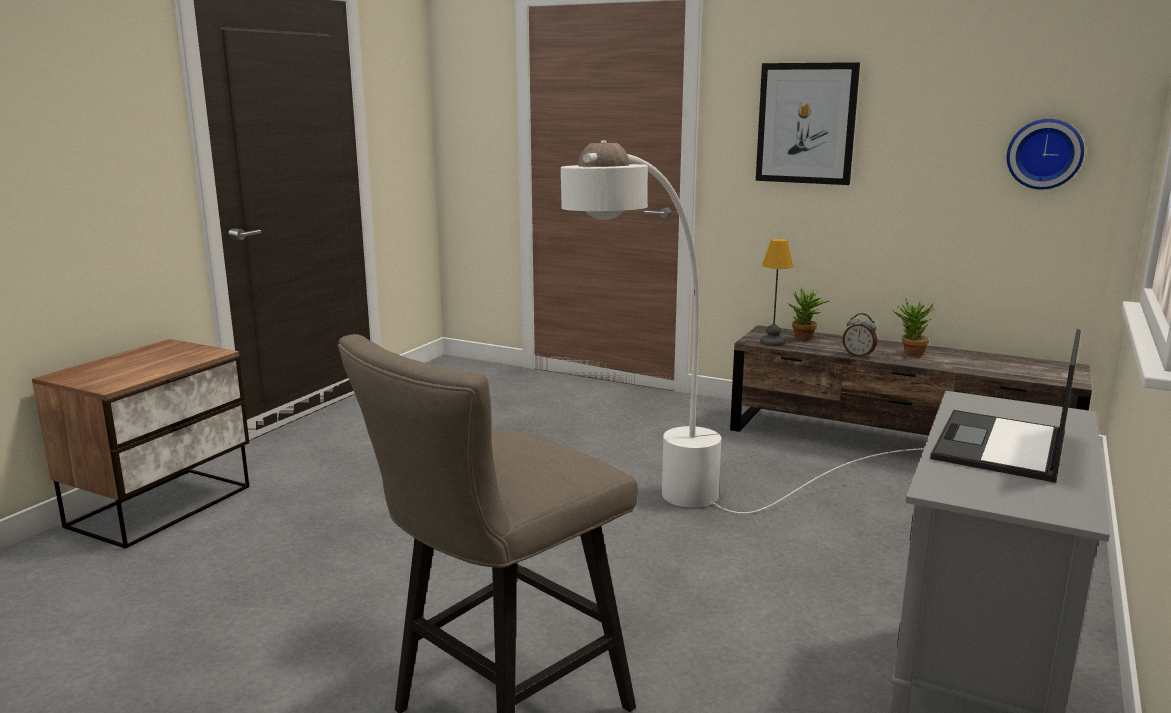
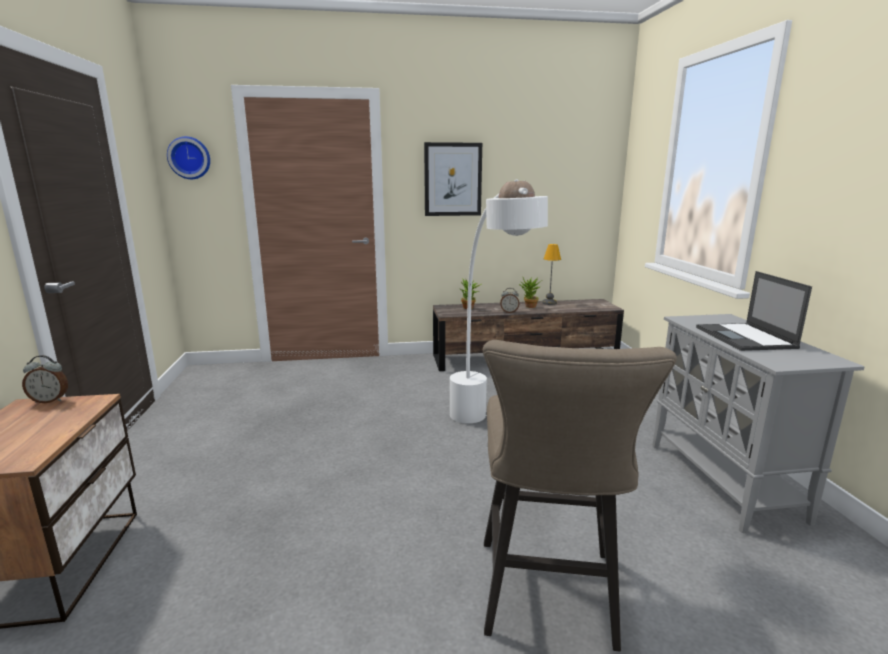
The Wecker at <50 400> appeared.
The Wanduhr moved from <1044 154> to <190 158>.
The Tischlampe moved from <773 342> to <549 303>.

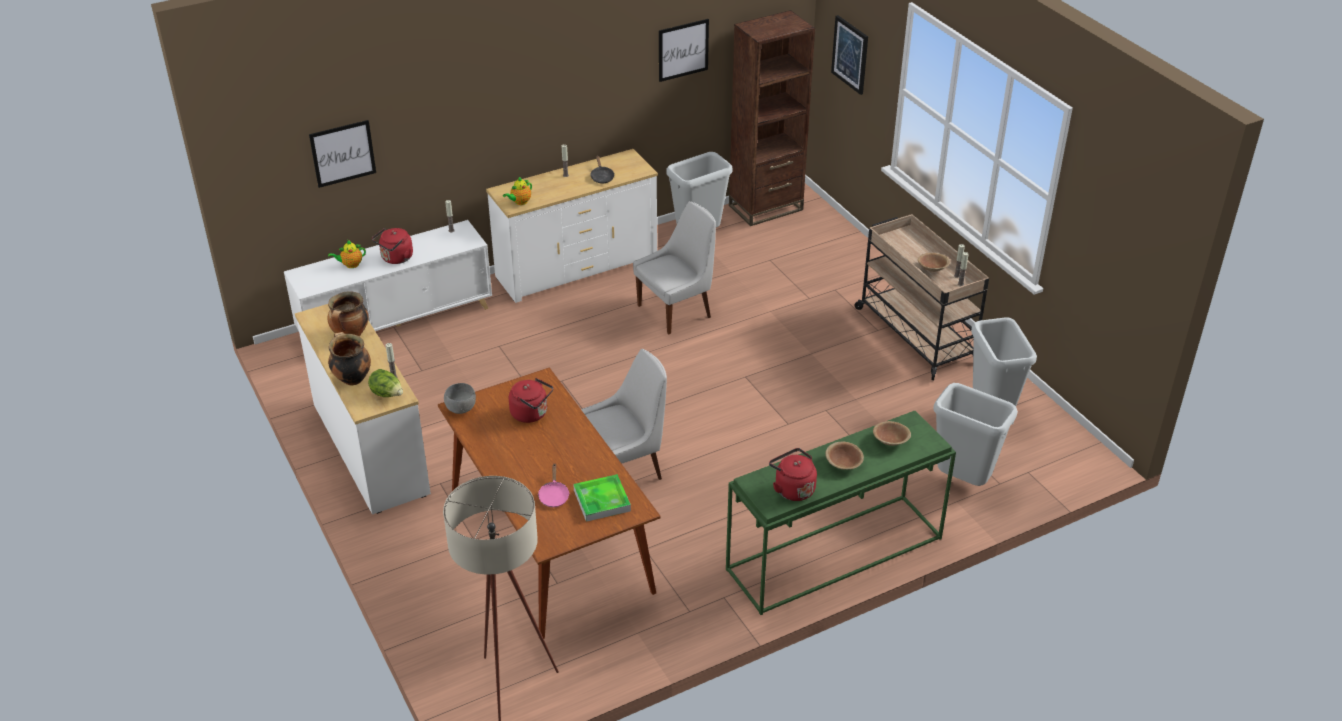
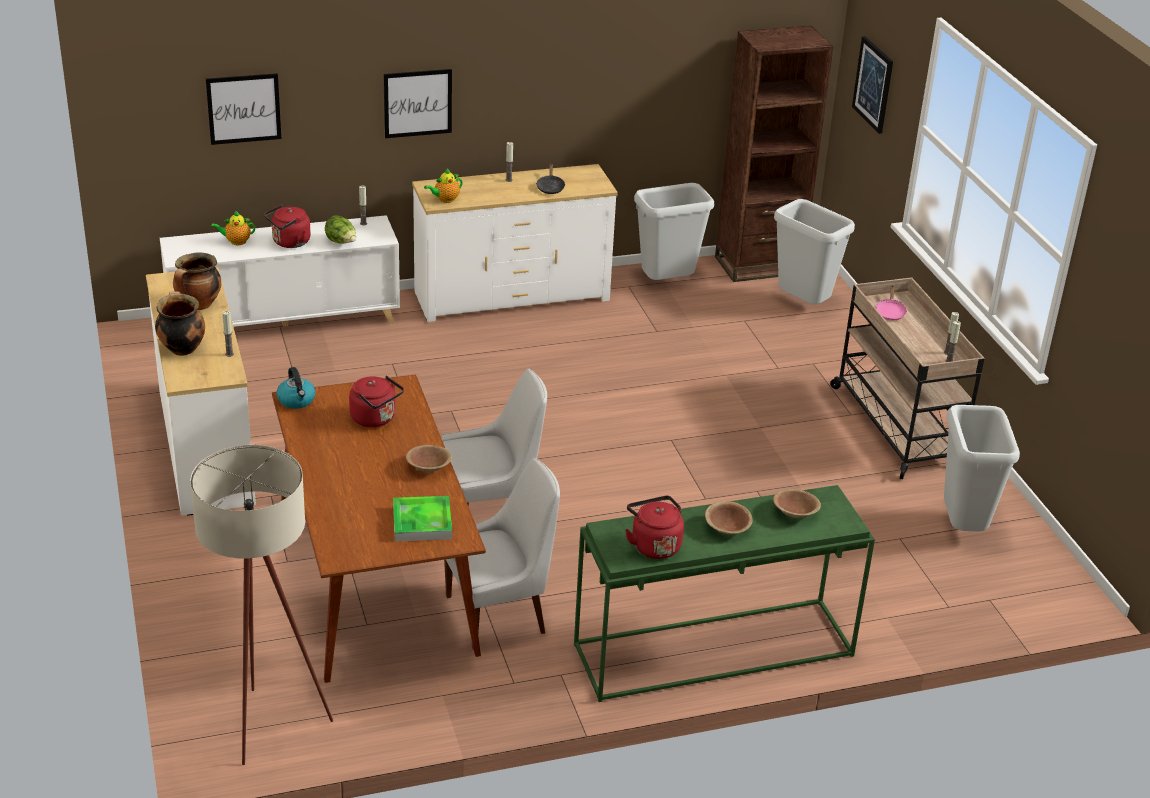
The Schüssel (grau) at <461 408> was replaced by the Wasserkessel at <296 400>.
The Salatkopf moved from <387 394> to <341 242>.
The Bild moved from <683 50> to <417 103>.
The Schüssel (braun) moved from <932 268> to <428 467>.
The Stuhl (weiß) moved from <677 310> to <500 614>.
The Mülleimer (grau) moved from <963 481> to <803 305>.
The Pfanne (rosa) moved from <554 495> to <890 312>.

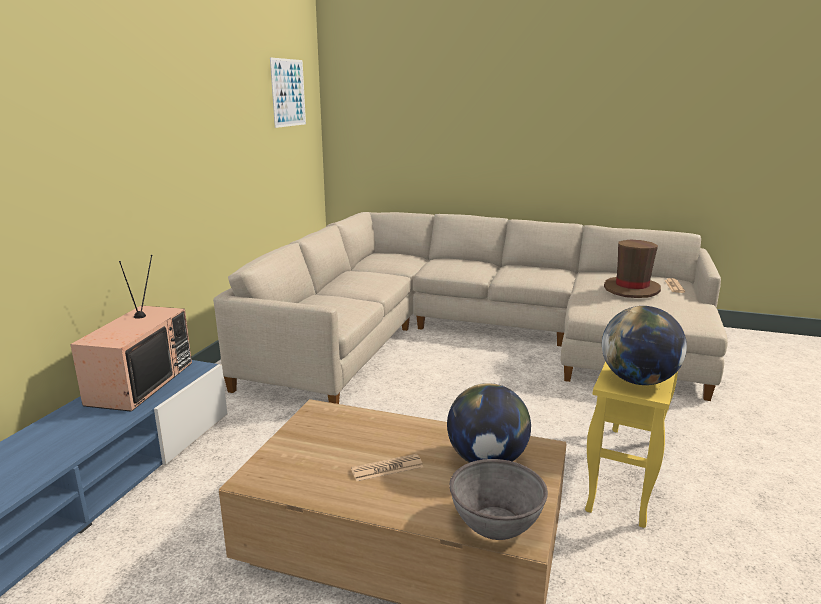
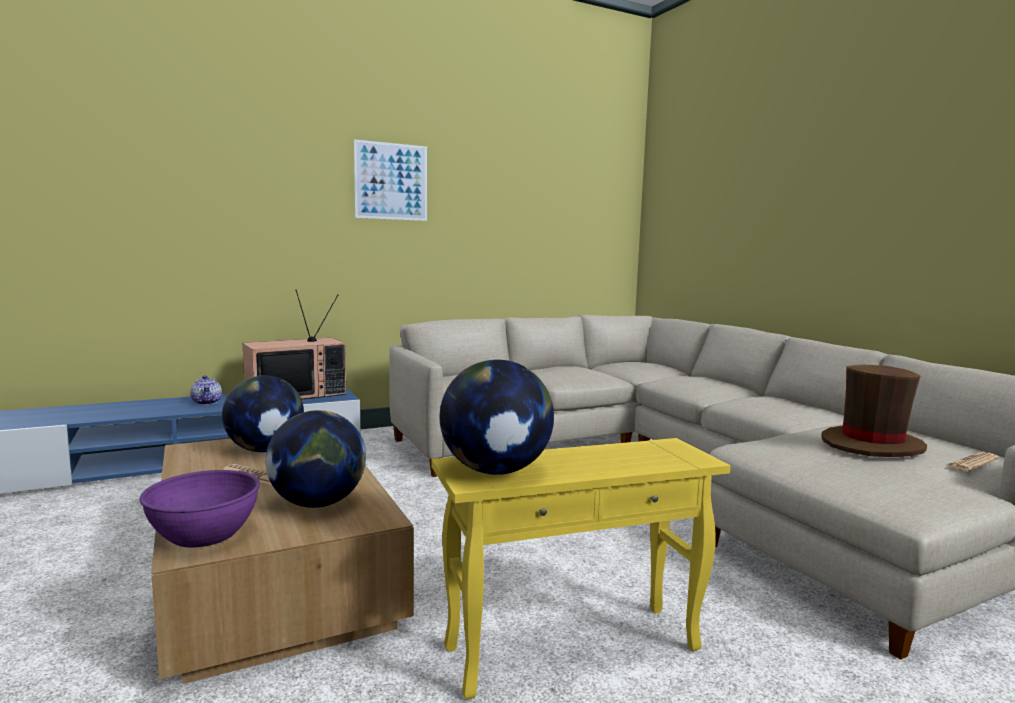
The Schüssel (grau) at <496 522> became the Schüssel (lila) at <204 534>.
The Teekanne at <207 402> appeared.
The Globus at <265 450> appeared.
The Bild moved from <288 93> to <391 181>.

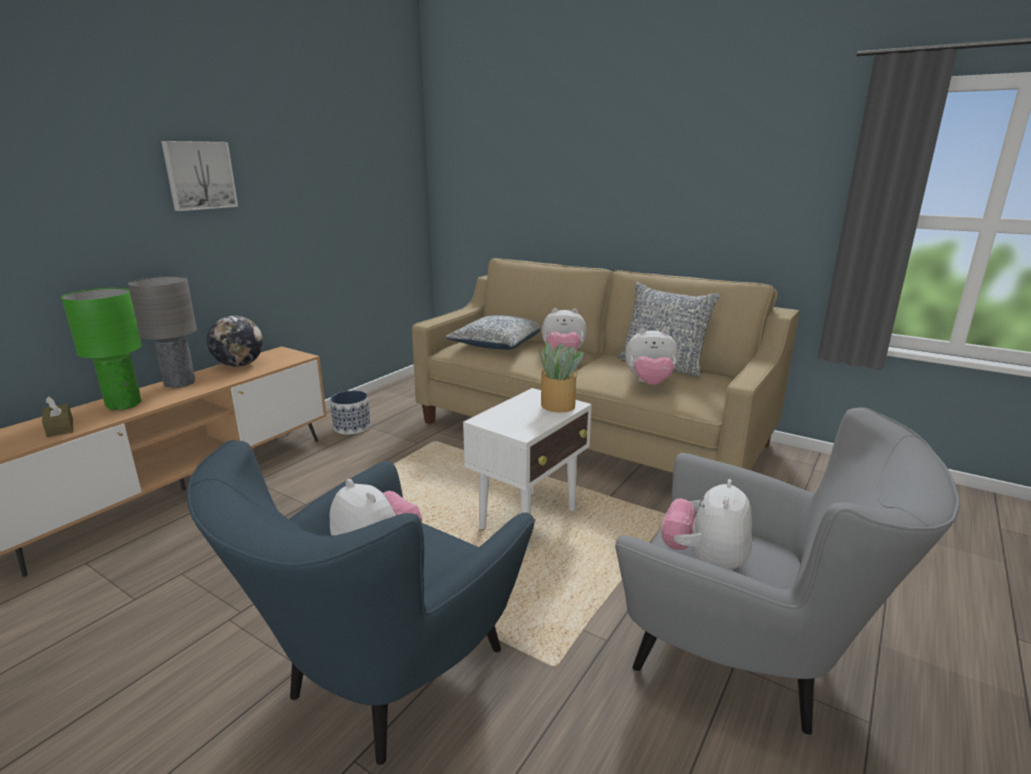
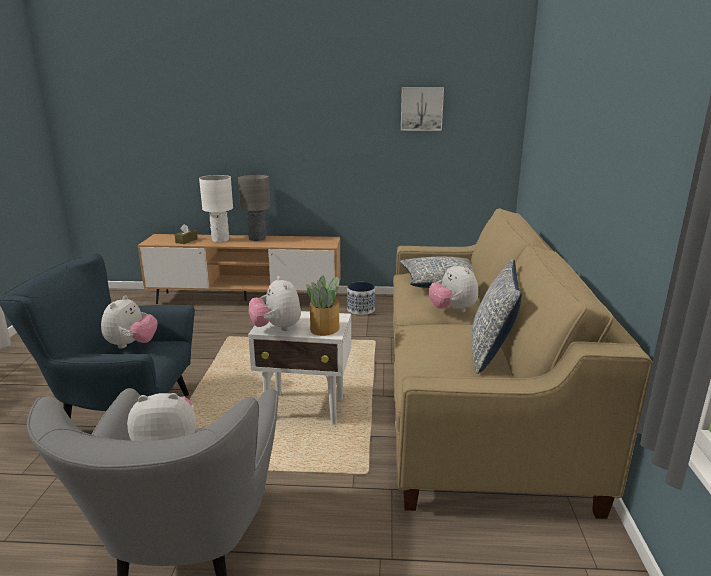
The Tischlampe (grün) at <124 404> became the Tischlampe (weiß) at <220 240>.
The Plüschtier moved from <649 383> to <277 328>.
The Bild moved from <199 175> to <421 108>.
The Globus at <239 365> disappeared.

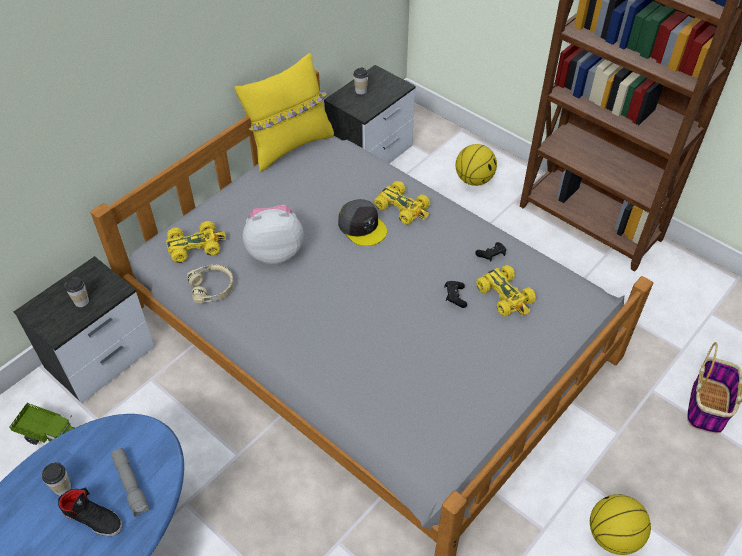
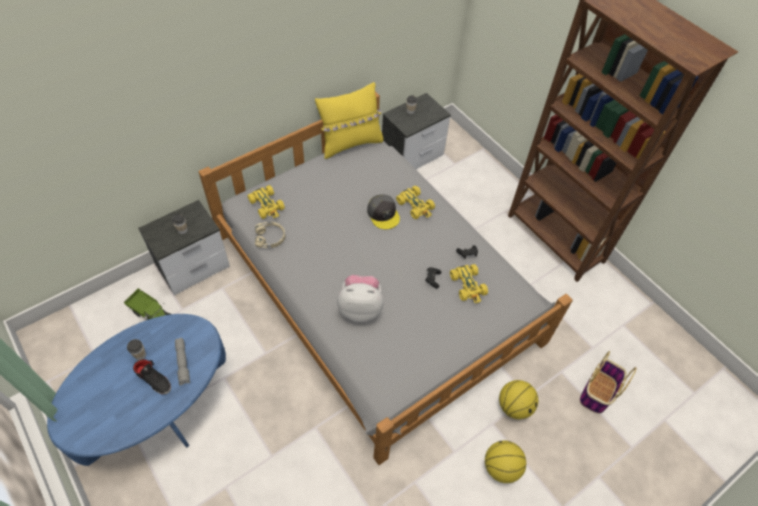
The Spielzeugauto (gelb) at <195 246> turned 60 degrees clockwise.
The Plüschtier moved from <275 251> to <360 308>.
The Basketball moved from <474 179> to <514 406>.

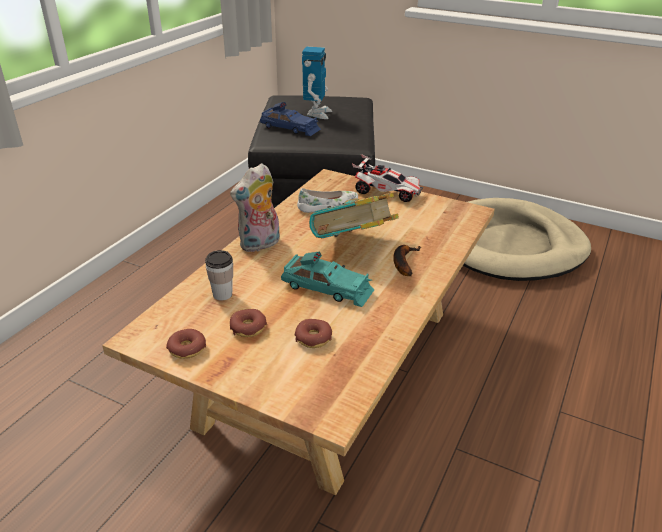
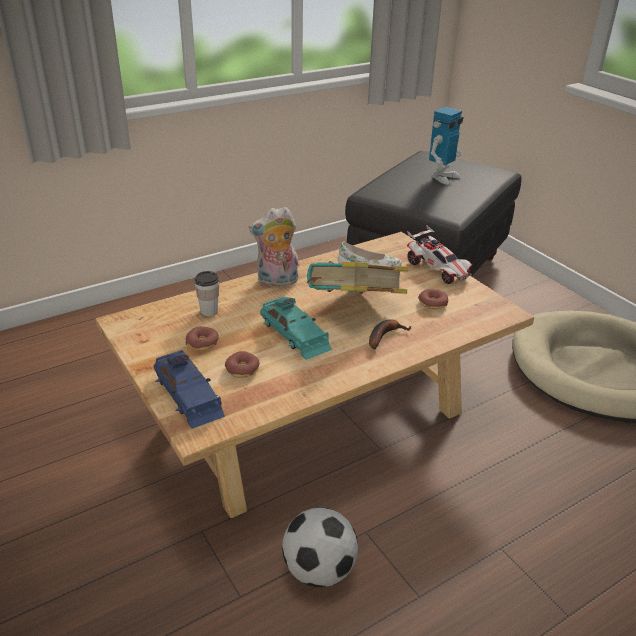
The Spielzeugauto (blau) moved from <290 128> to <188 395>.
The Fußball at <319 569> appeared.
The Donut moved from <187 349> to <432 303>.

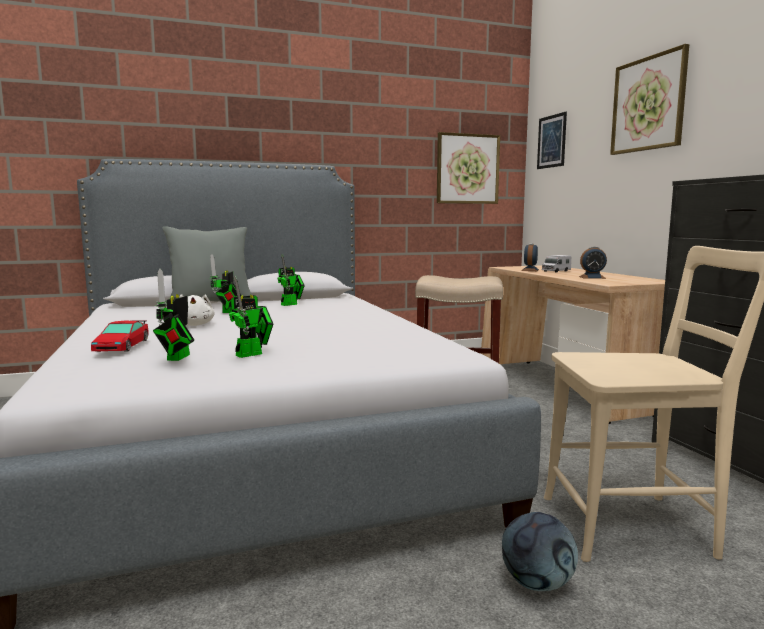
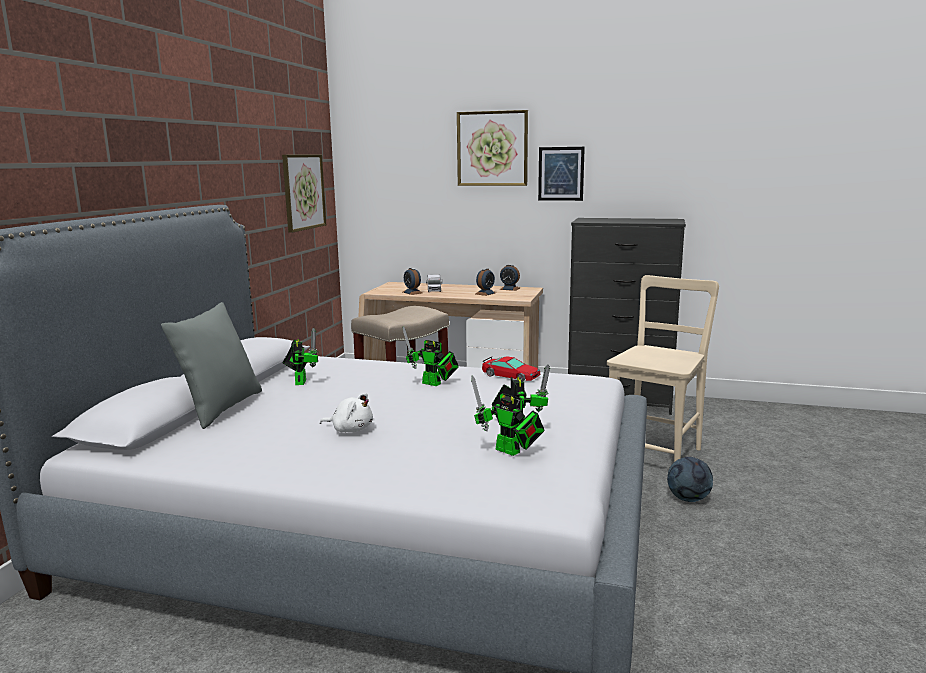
The Spielzeugroboter moved from <227 312> to <434 384>.
The Spielzeugauto moved from <121 346> to <510 376>.
The Wecker at <509 289> appeared.
The Bild moved from <551 141> to <561 173>.

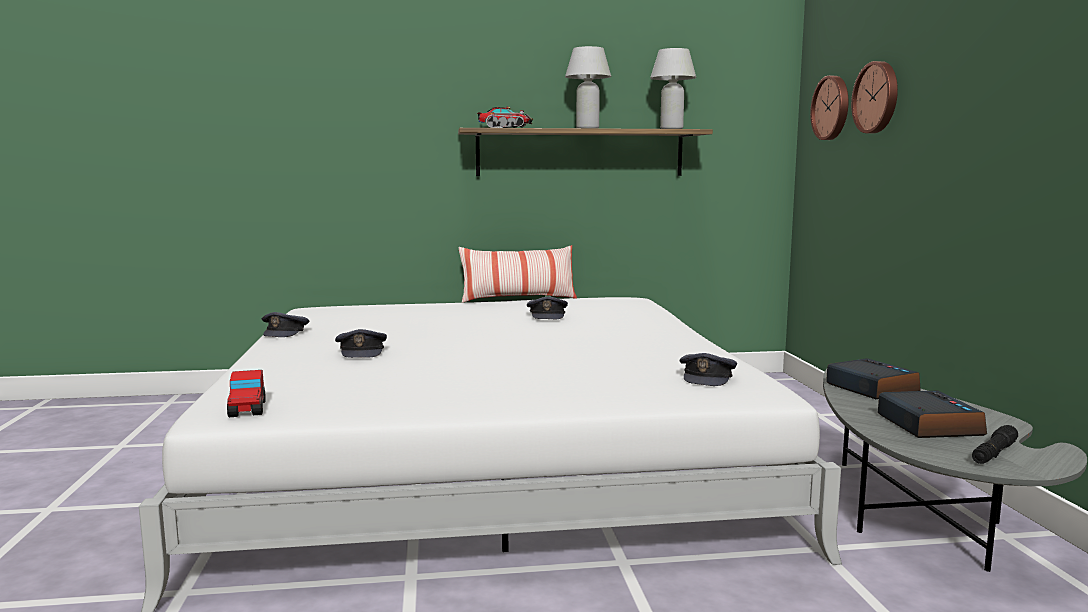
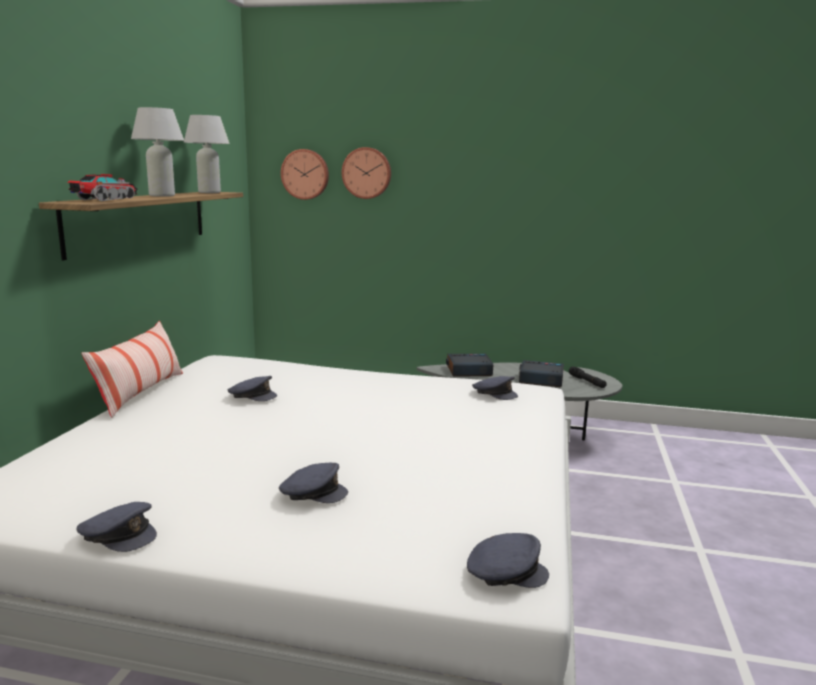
The Spielzeugauto at <247 409> was replaced by the Kappe (grau) at <505 572>.

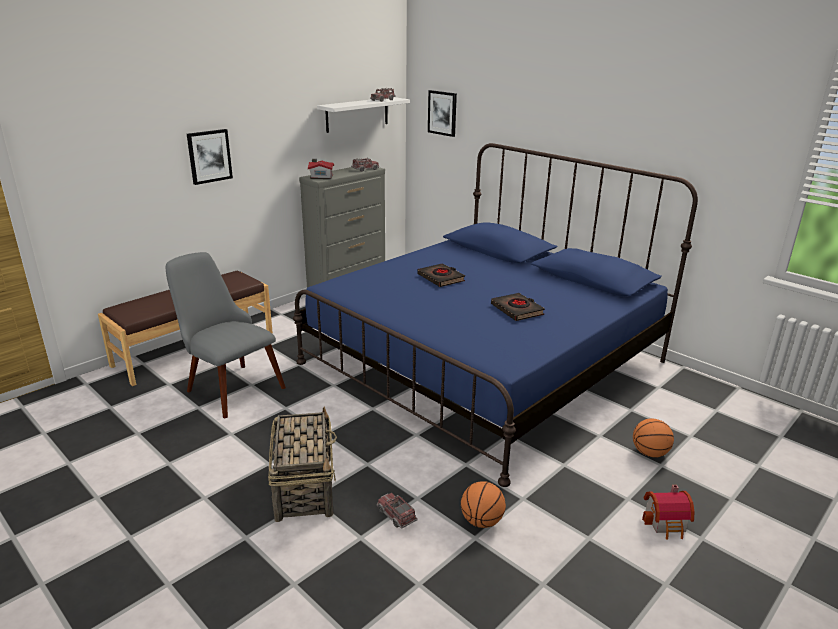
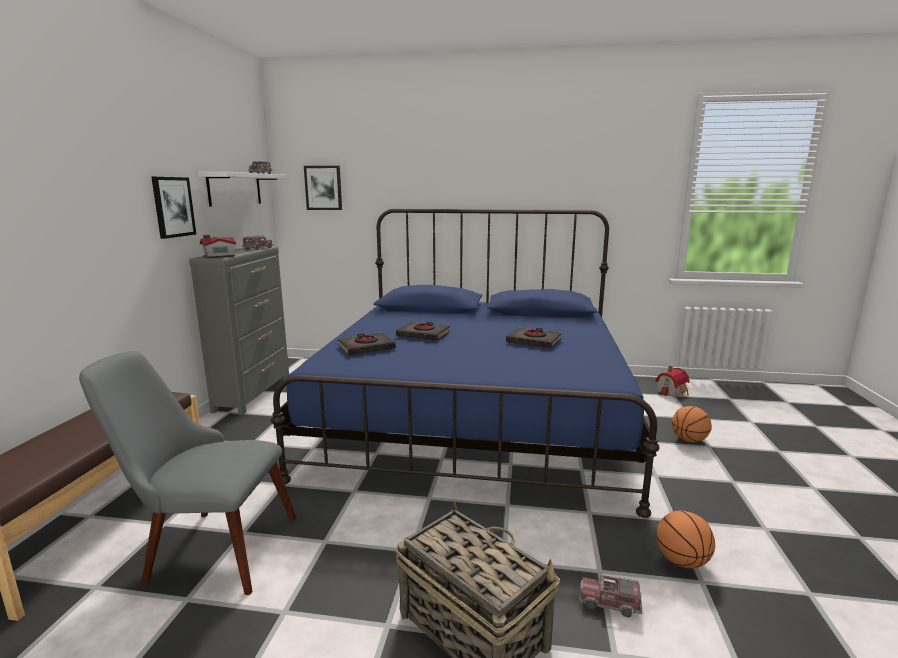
The Bild moved from <209 156> to <173 207>.
The Buch (schwarz) at <366 348> appeared.
The Spielzeughaus moved from <667 523> to <673 392>.

